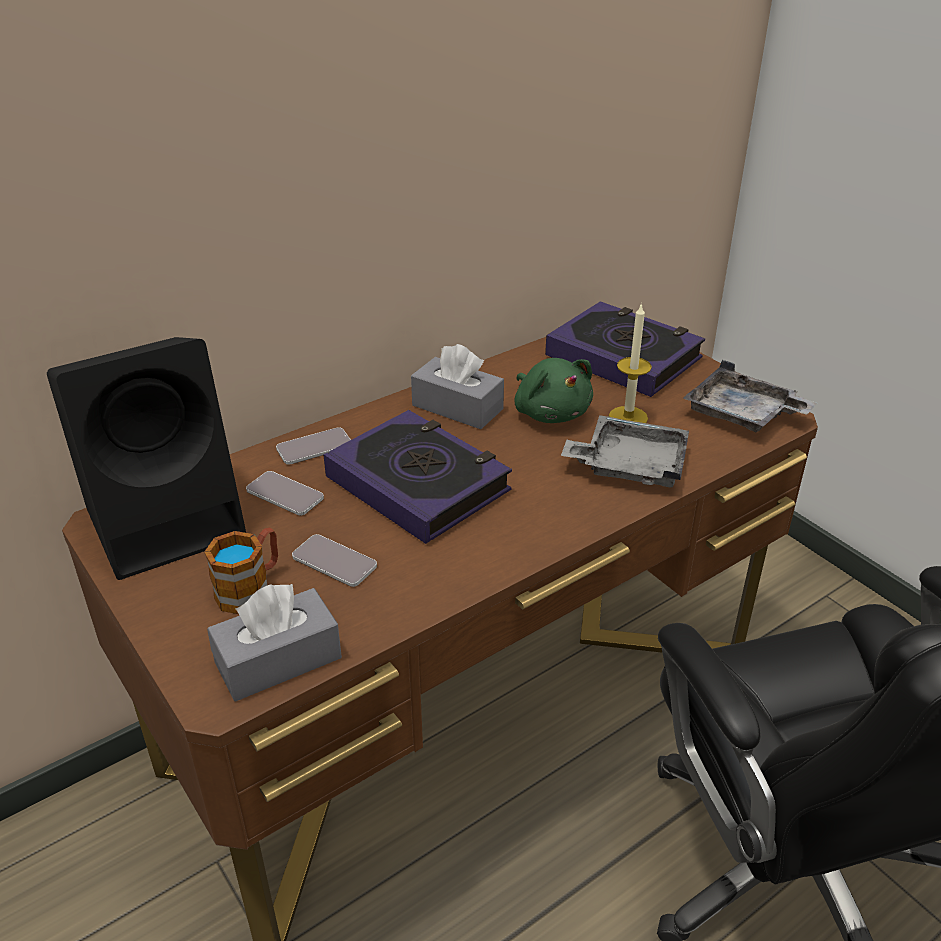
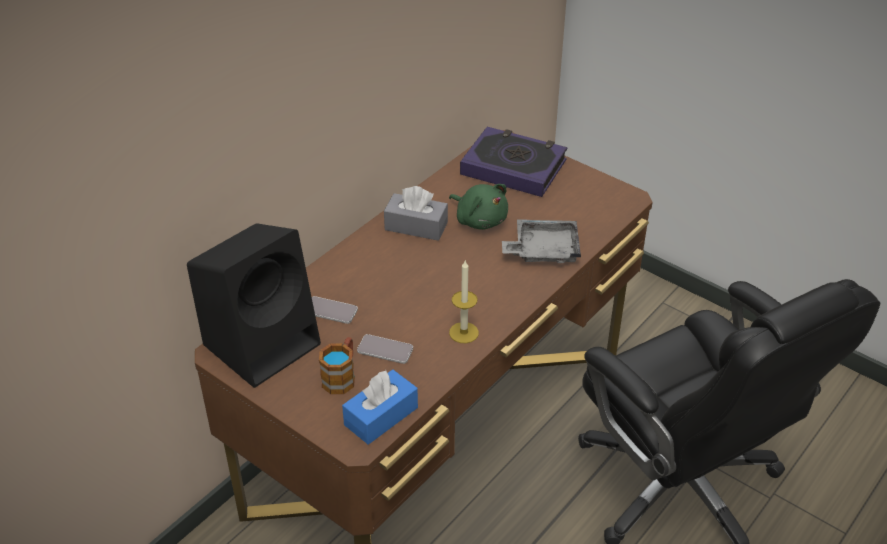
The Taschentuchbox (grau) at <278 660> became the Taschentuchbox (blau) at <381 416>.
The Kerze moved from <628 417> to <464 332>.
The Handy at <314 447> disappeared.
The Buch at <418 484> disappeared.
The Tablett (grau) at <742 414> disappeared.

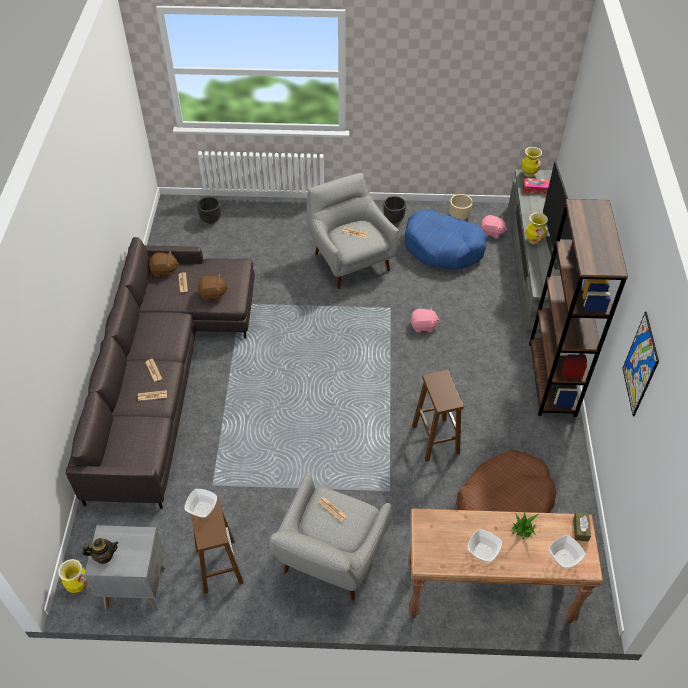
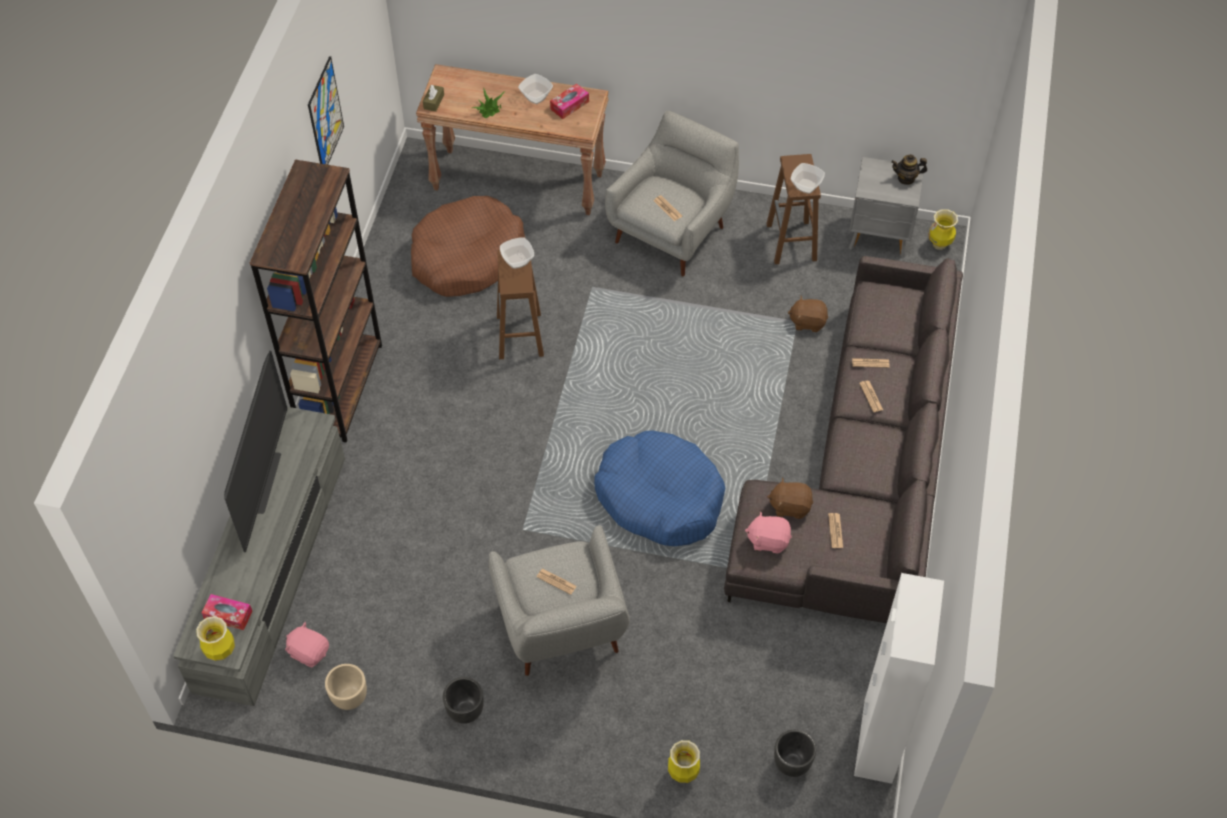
The Schüssel moved from <564 558> to <517 261>.
The Taschentuchbox at <569 105> appeared.
The Hundebett (blau) moved from <443 247> to <660 497>.
The Vase moved from <533 240> to <683 774>.
The Plüschtier (rosa) moved from <423 326> to <768 540>.
The Plüschtier (braun) moved from <164 271> to <807 322>.
The Schrank (weiß) at <878 741> appeared.

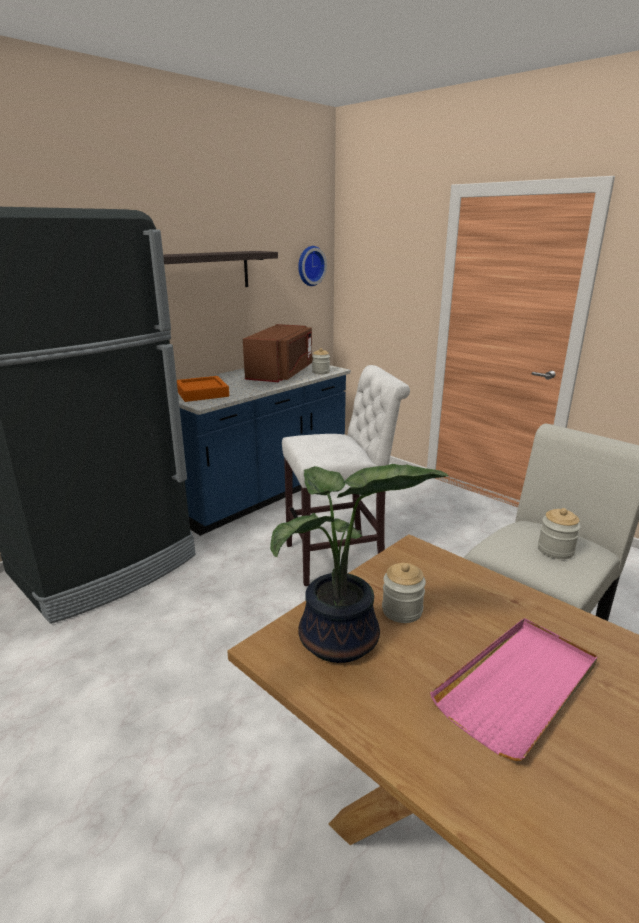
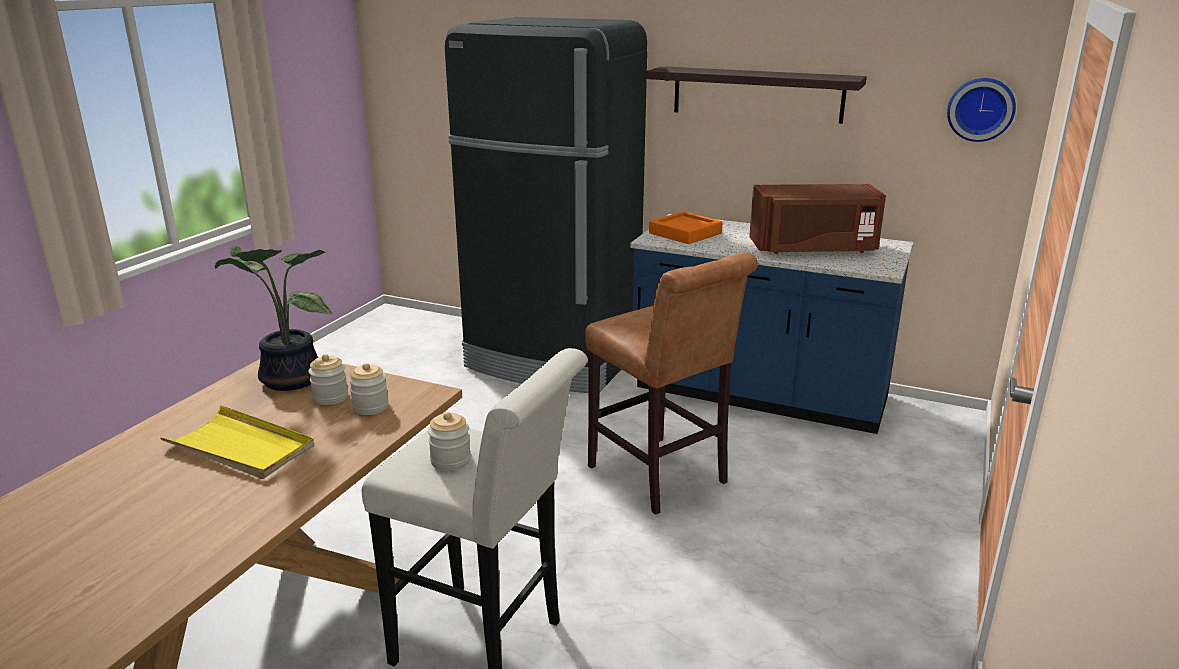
The Tablett (rosa) at <518 686> became the Tablett (gelb) at <240 447>.
The Vorratsglas moved from <321 372> to <370 407>.
The Hocker (weiß) at <340 557> became the Hocker (braun) at <661 478>.

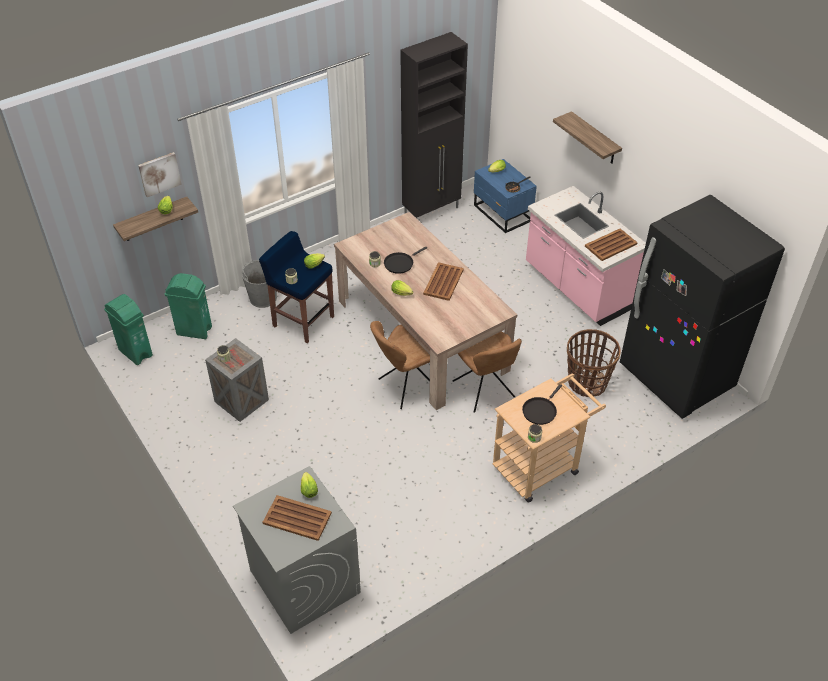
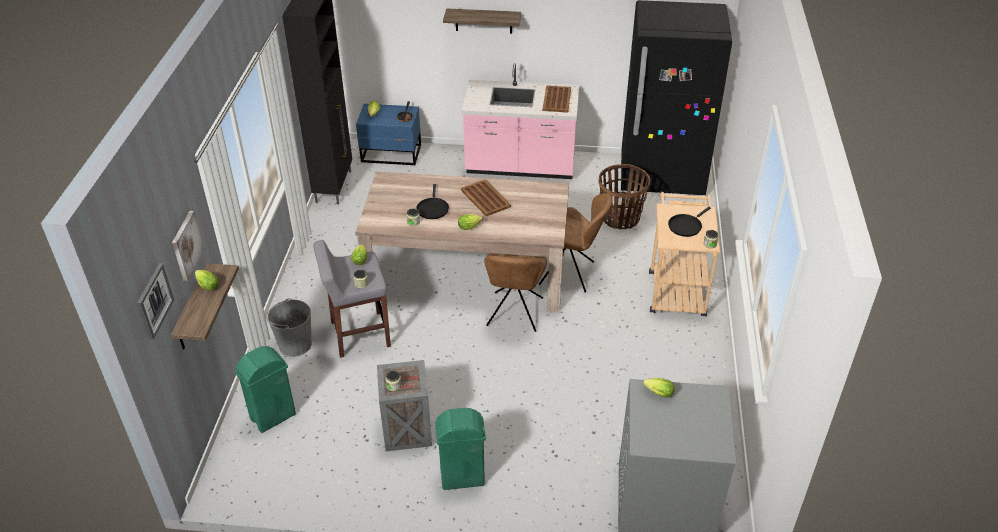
The Bild at <154 301> appeared.
The Hocker (blau) at <302 321> became the Hocker (grau) at <359 334>.
The Mülleimer (grün) moved from <135 352> to <461 477>.
The Pfanne (schwarz) at <540 410> turned 60 degrees clockwise.
The Tablett (braun) at <297 518> disappeared.

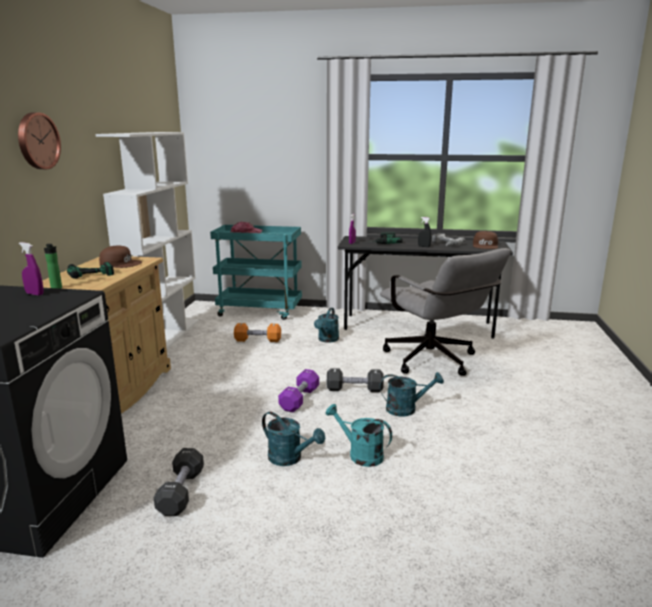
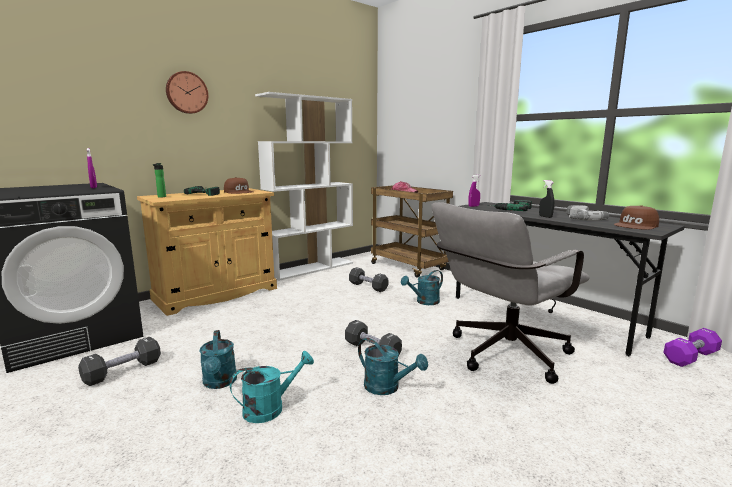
The Gießkanne (türkis) at <360 454> turned 75 degrees clockwise.
The Hantel (orange) at <258 340> became the Hantel (schwarz) at <368 287>.
The Rollwagen (türkis) at <260 311> became the Rollwagen (braun) at <409 267>.
The Bürostuhl (grau) at <435 362> turned 45 degrees clockwise.
The Hantel (lila) moved from <299 399> to <690 357>.

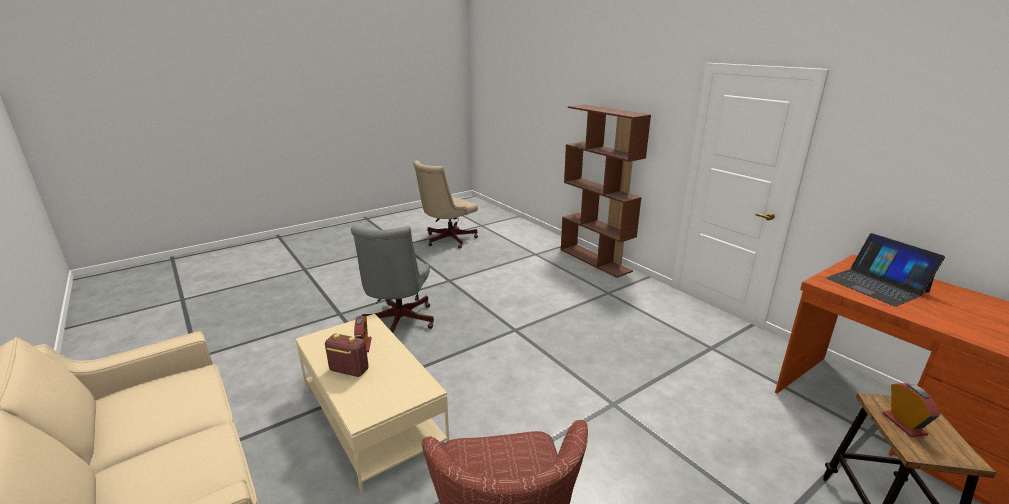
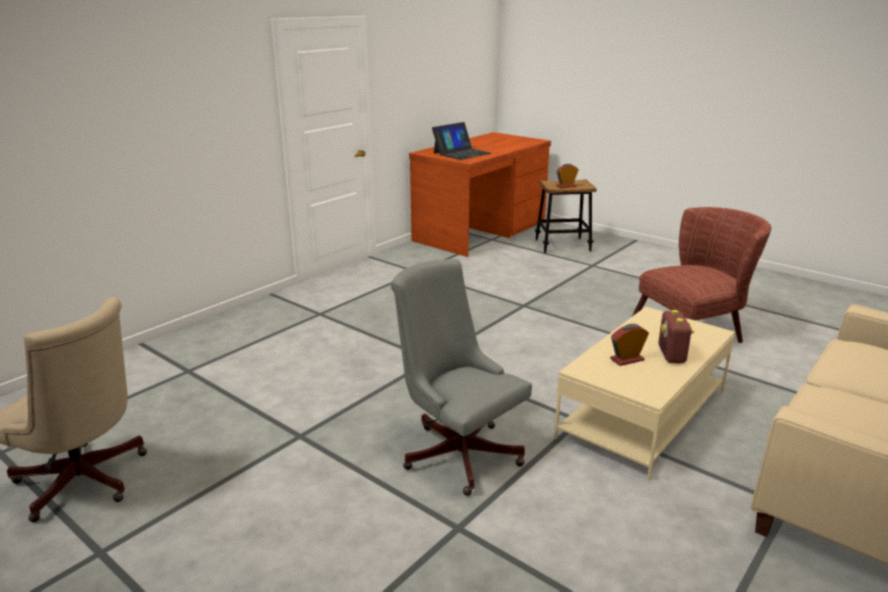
The Bürostuhl (grau) at <398 323> turned 120 degrees counterclockwise.
The Bücherregal (braun) at <595 260> disappeared.

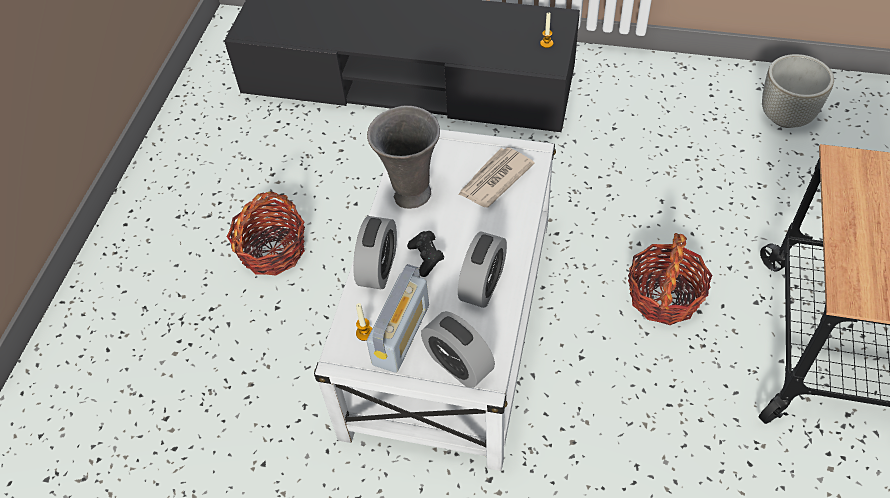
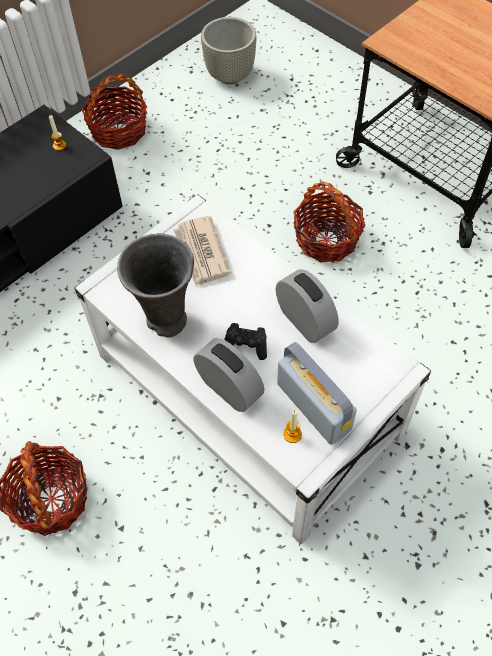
The Korb at <118 131> appeared.
The Wecker at <458 364> disappeared.

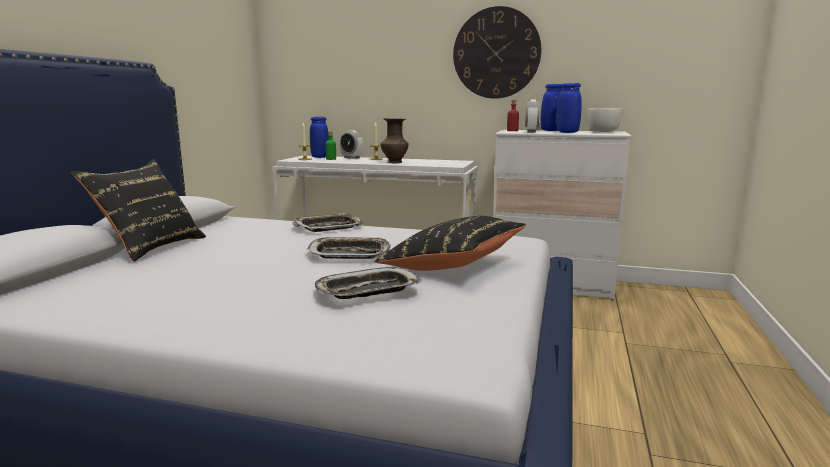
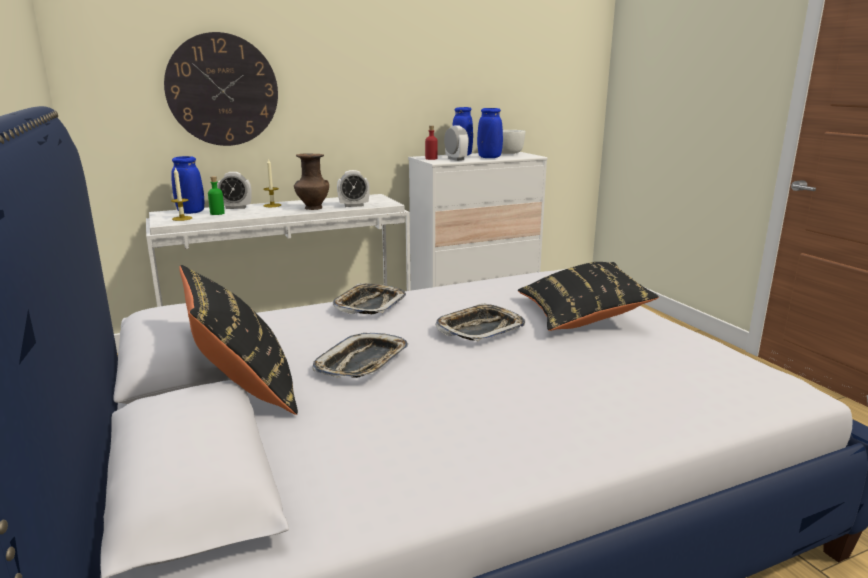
The Wanduhr moved from <496 53> to <222 90>.
The Tablett moved from <367 291> to <363 363>.
The Wecker at <354 205> appeared.

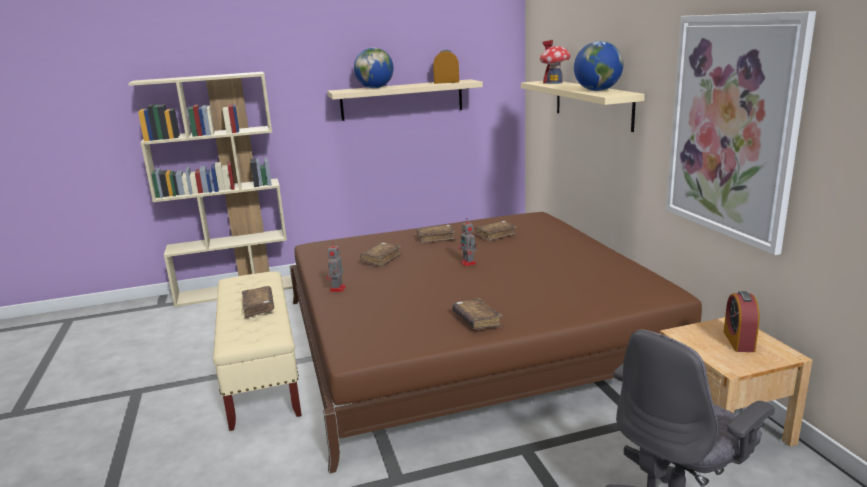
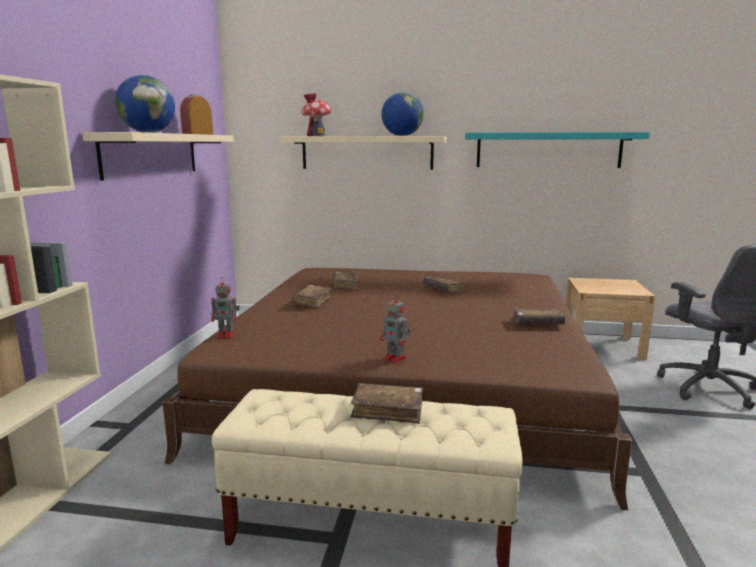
The Spielzeugroboter moved from <469 263> to <227 335>.
The Buch (braun) moved from <381 259> to <444 289>.
The Bild at <731 127> was replaced by the Wandregal (türkis) at <548 150>.
The Wecker at <738 341> disappeared.

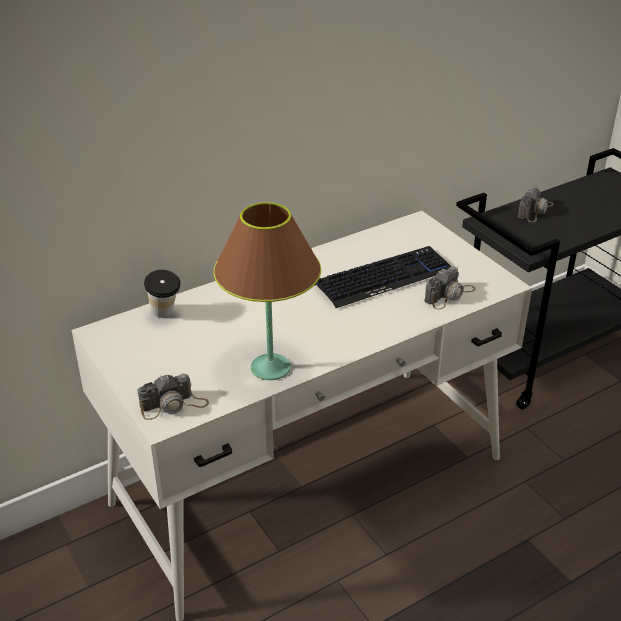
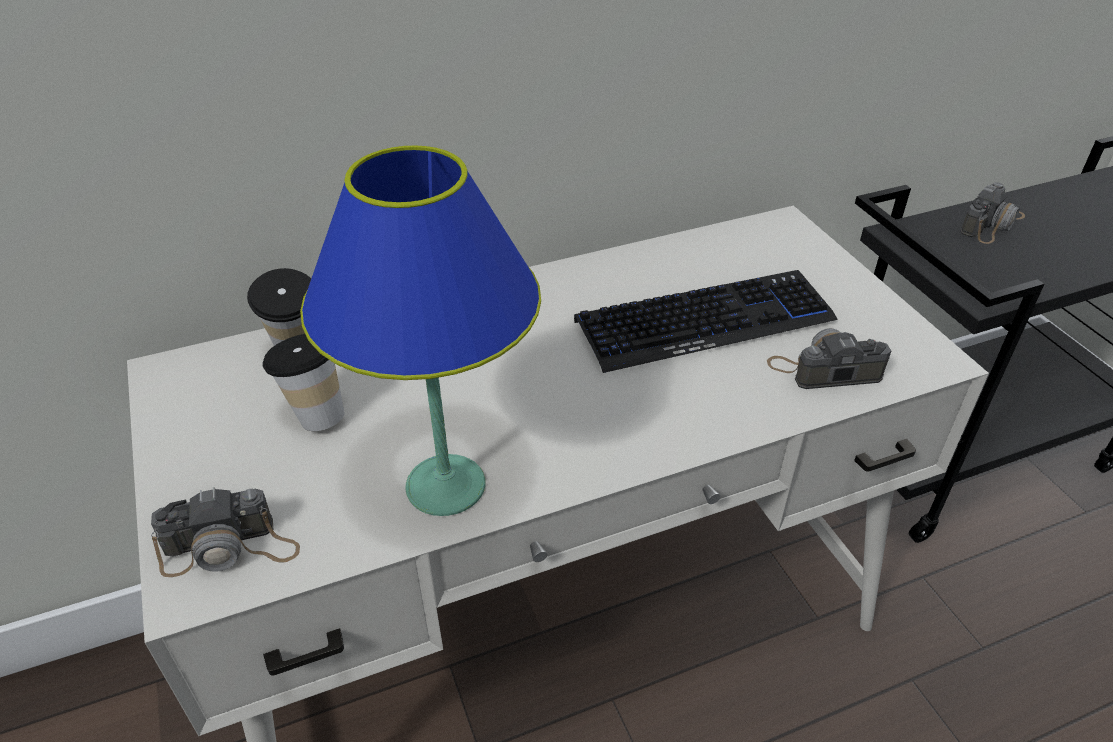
The Tasse at <315 414> appeared.
The Tischlampe (braun) at <271 367> became the Tischlampe (blau) at <446 486>.
The Kamera at <449 295> turned 150 degrees counterclockwise.

